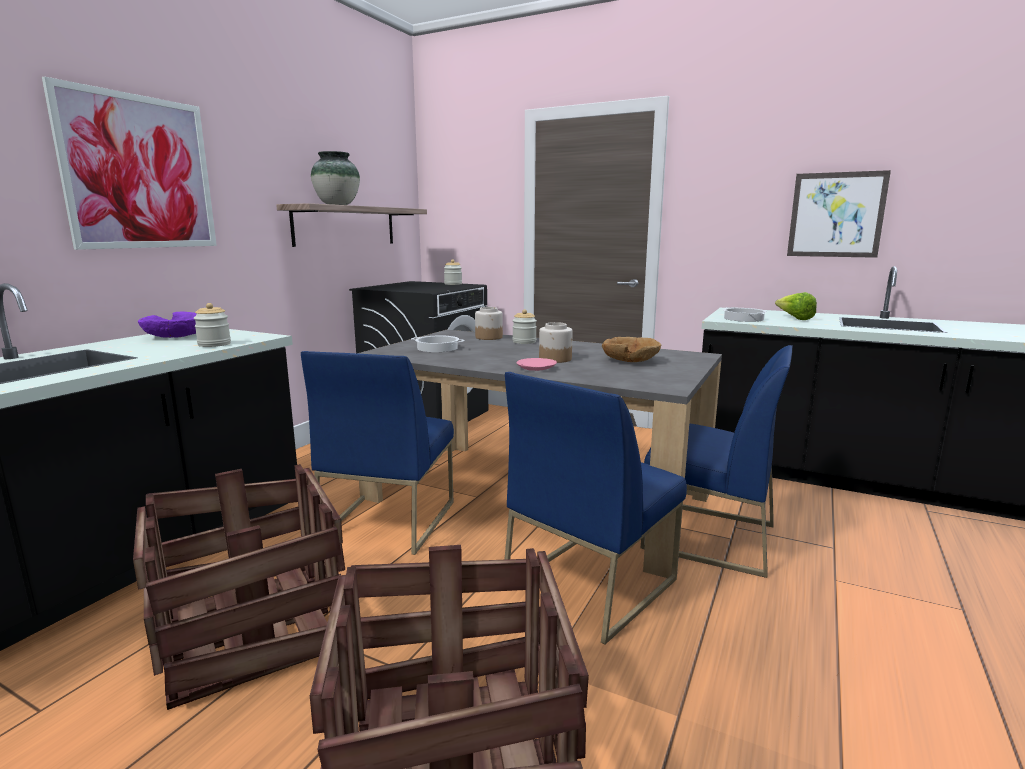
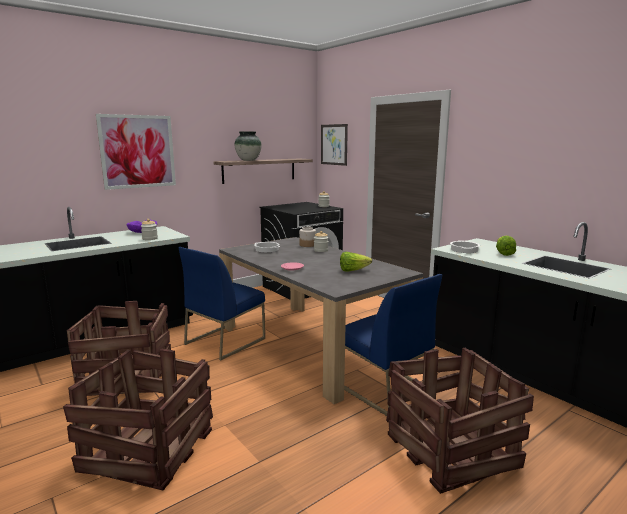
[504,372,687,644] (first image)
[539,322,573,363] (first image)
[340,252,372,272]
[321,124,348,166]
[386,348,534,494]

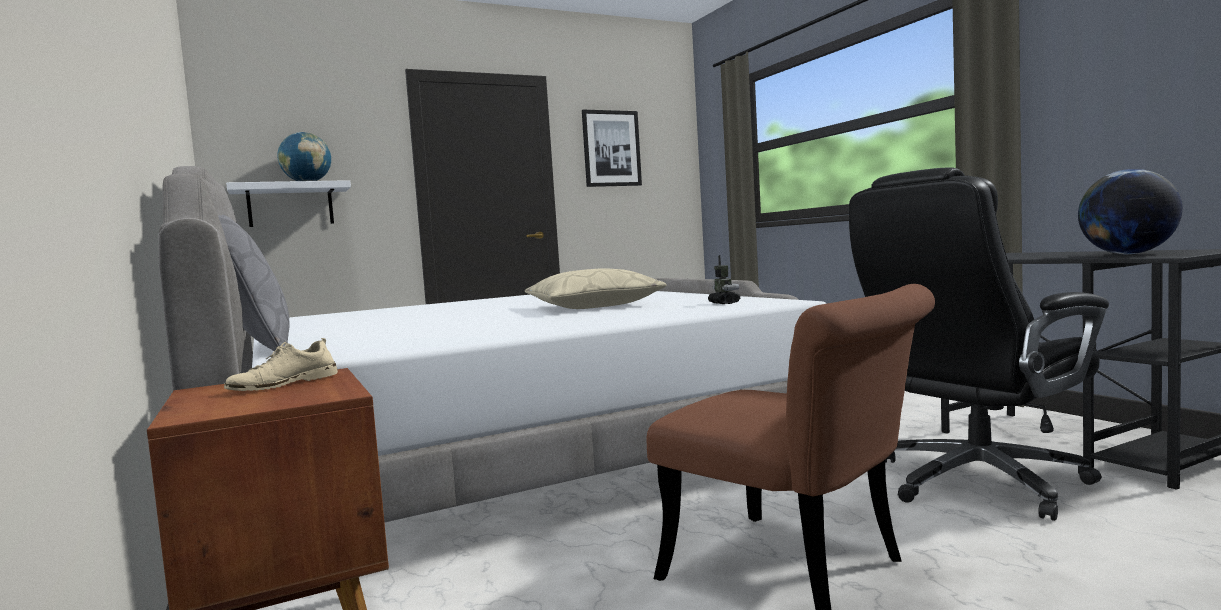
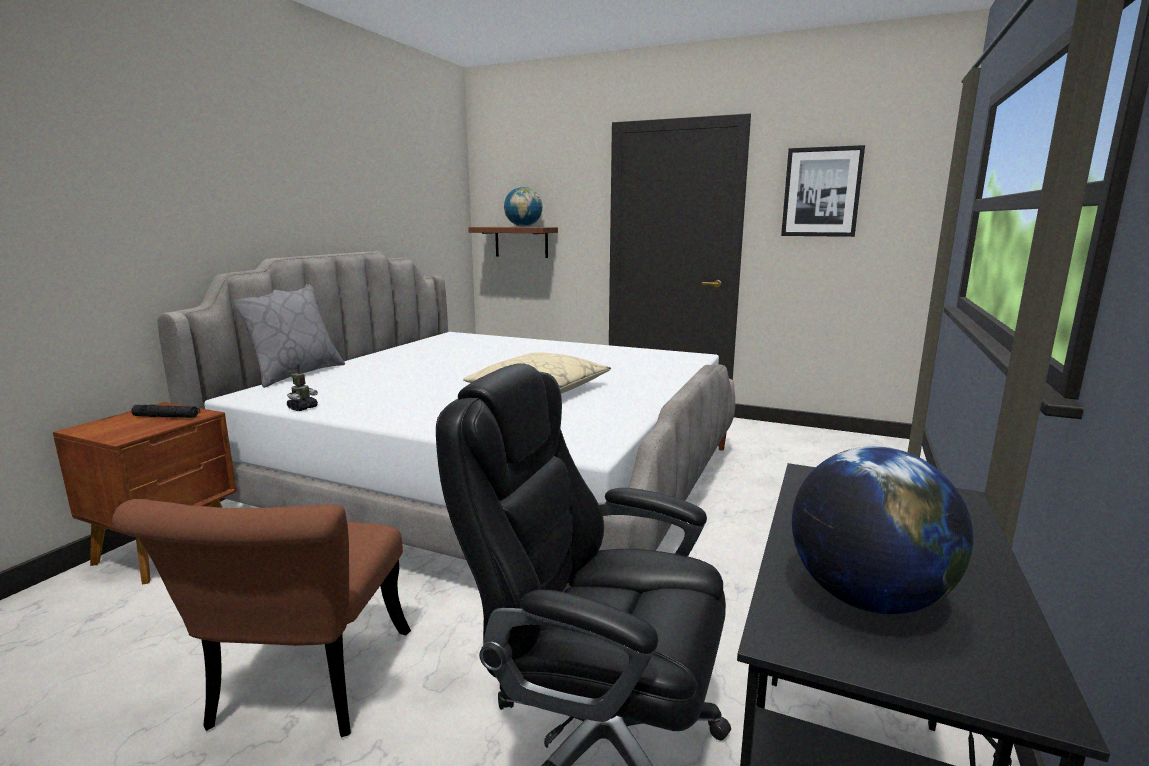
[131,405,200,418]
[468,227,558,258]
[287,364,318,411]

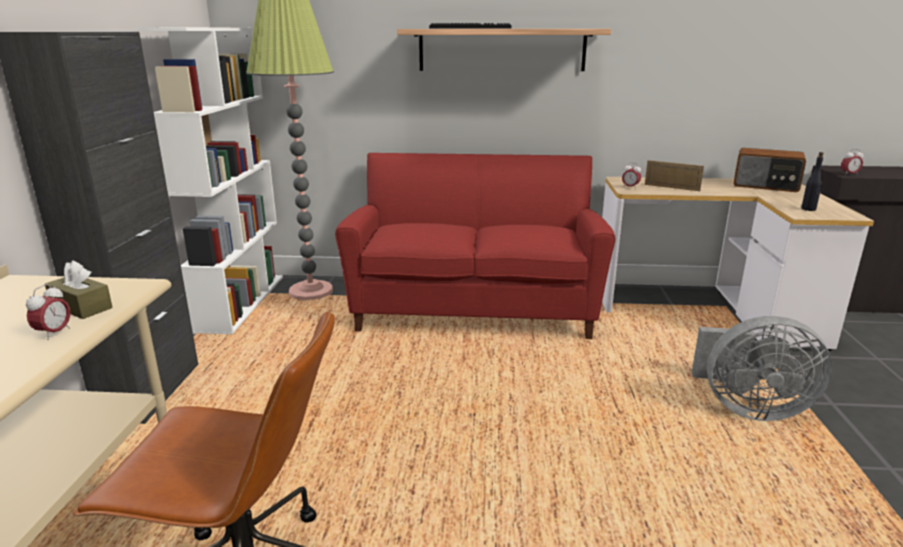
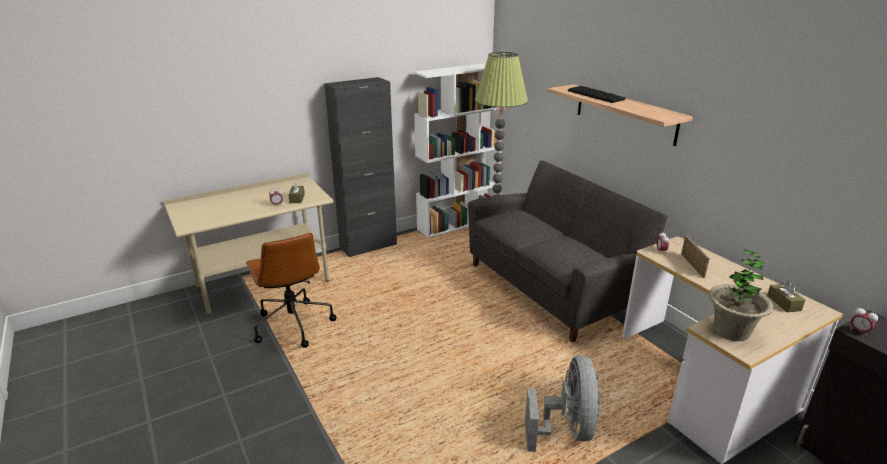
[468,160,668,342]
[525,356,601,452]
[767,281,805,313]
[709,250,773,341]

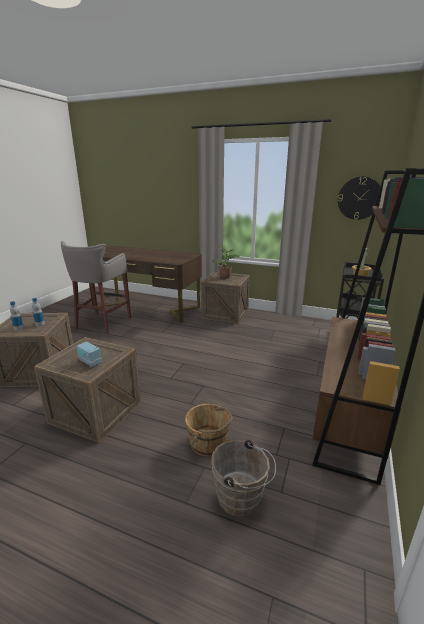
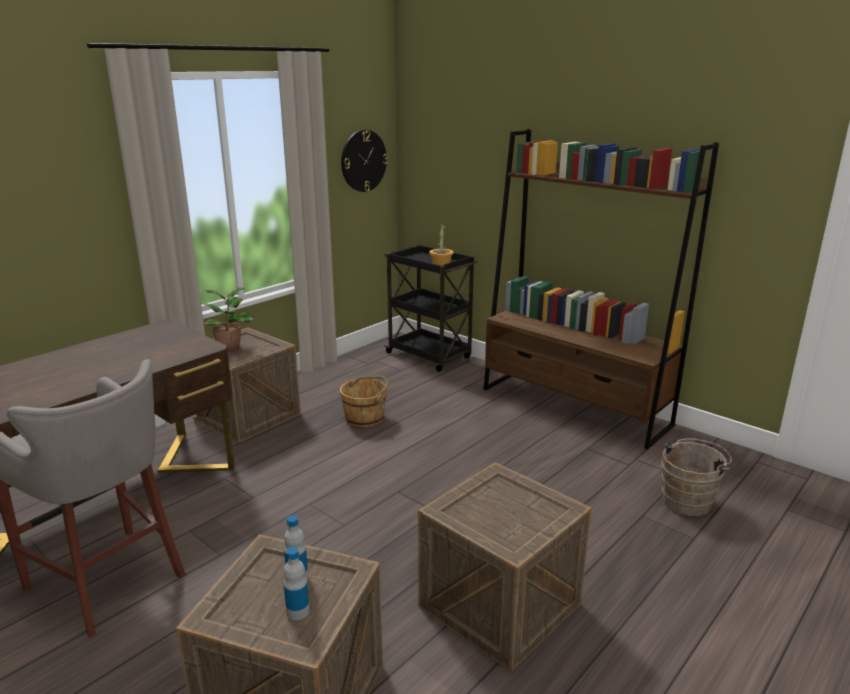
[76,339,102,367] (first image)
[340,376,388,427]

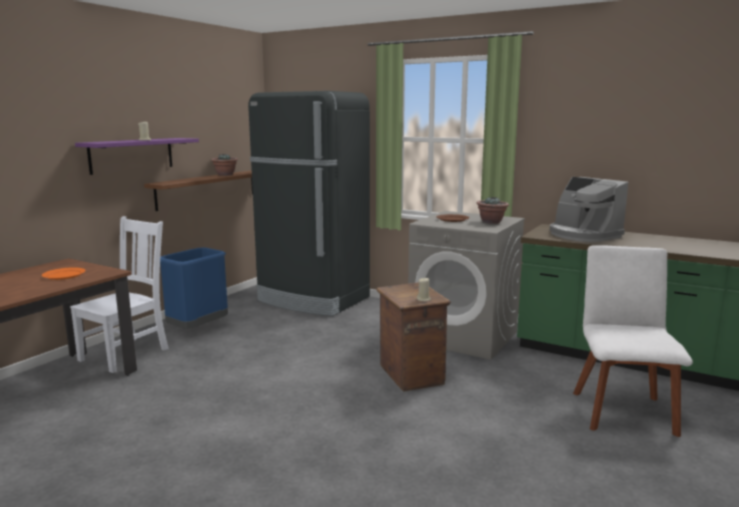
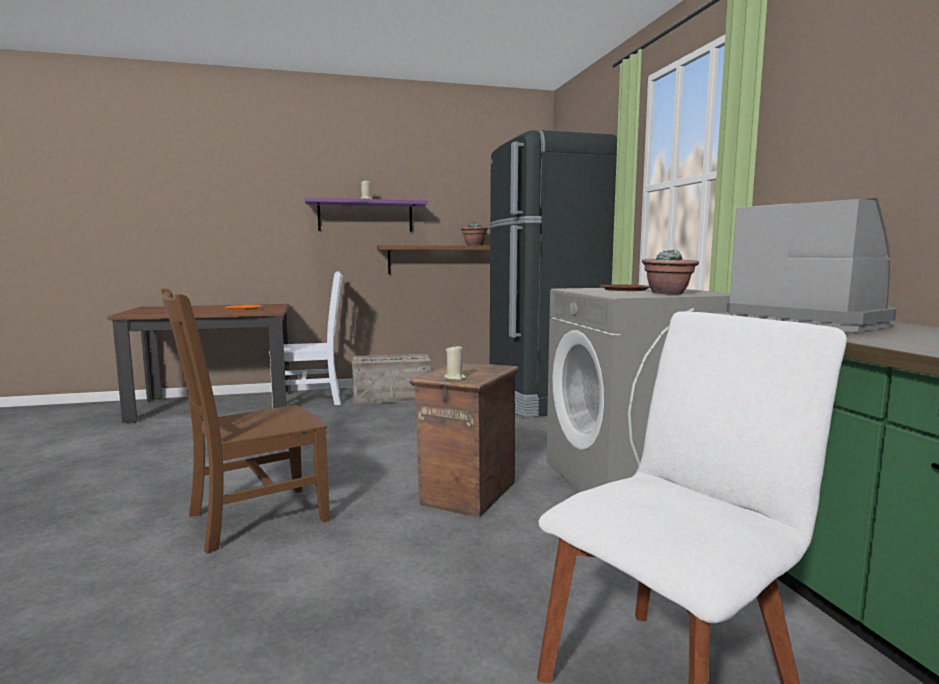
[352,354,431,405]
[726,198,896,332]
[161,288,330,554]

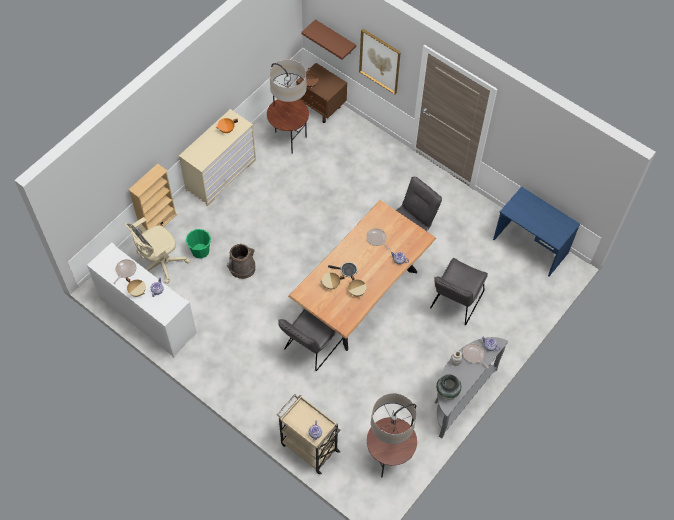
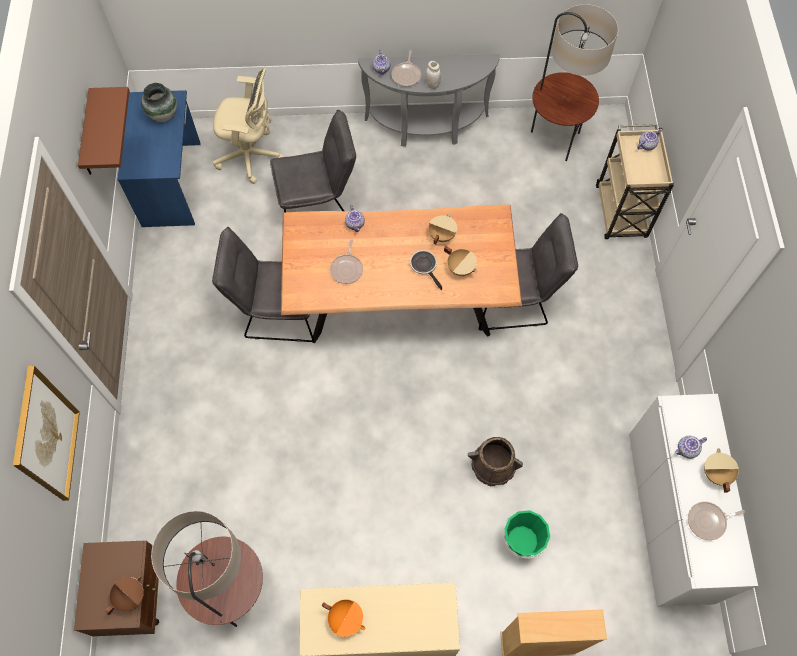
[213,68,284,184]
[78,87,130,175]
[141,83,177,122]

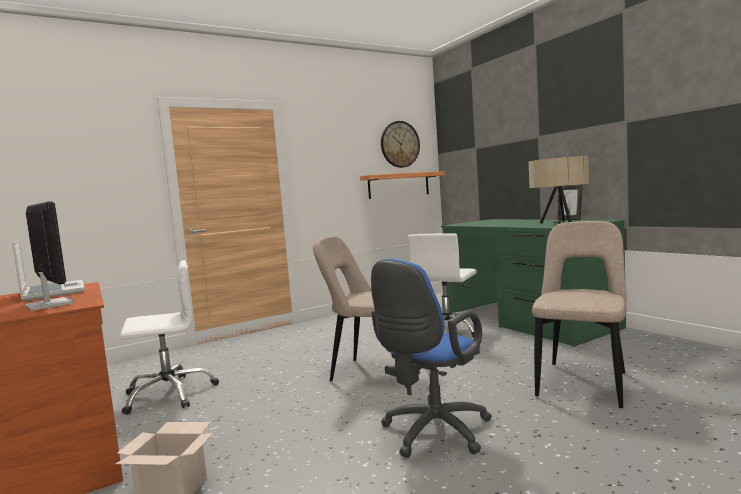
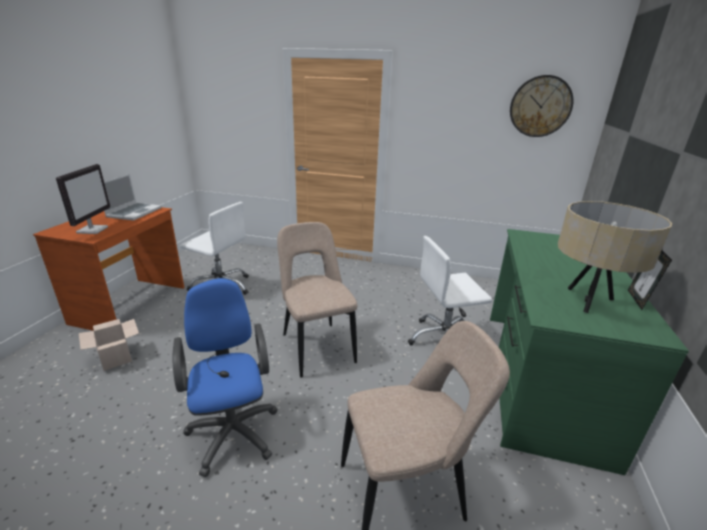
[360,171,445,199] (first image)
[173,278,278,477]

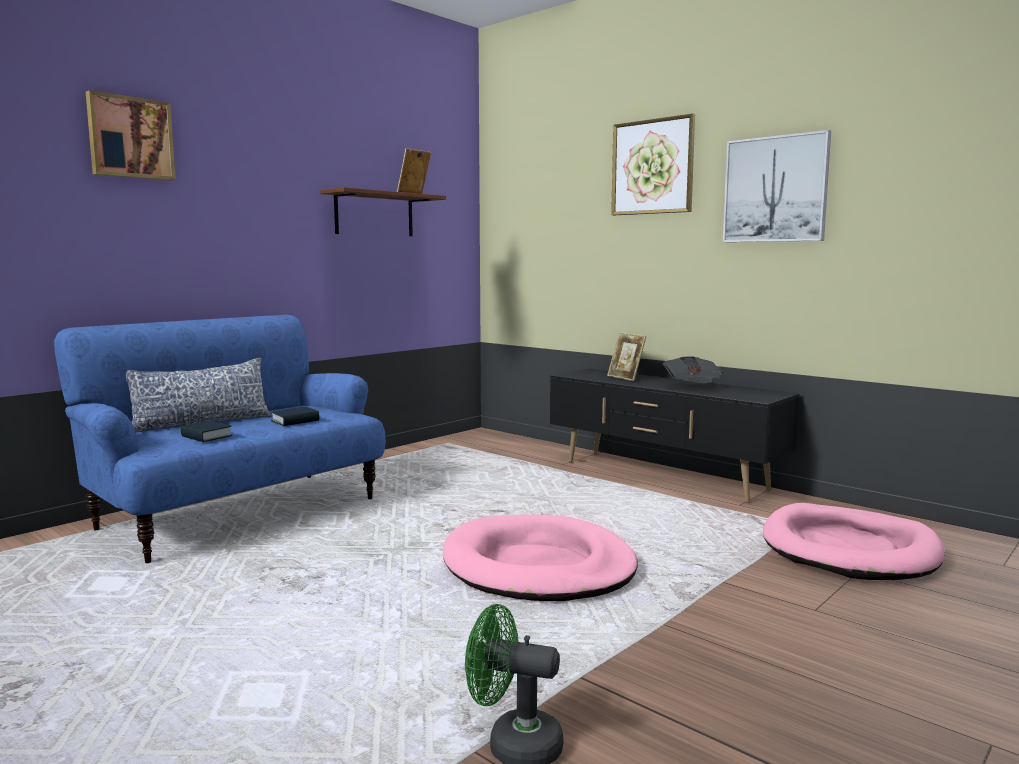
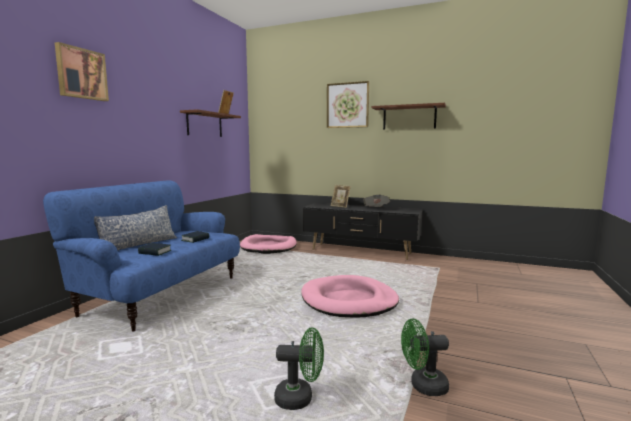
[372,103,446,130]
[240,234,297,254]
[274,327,324,410]

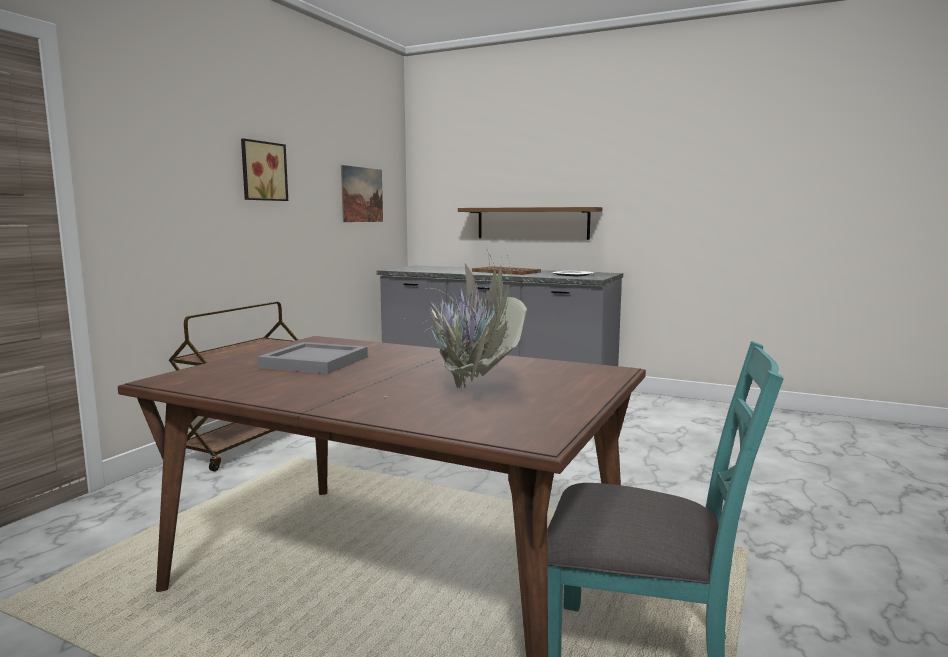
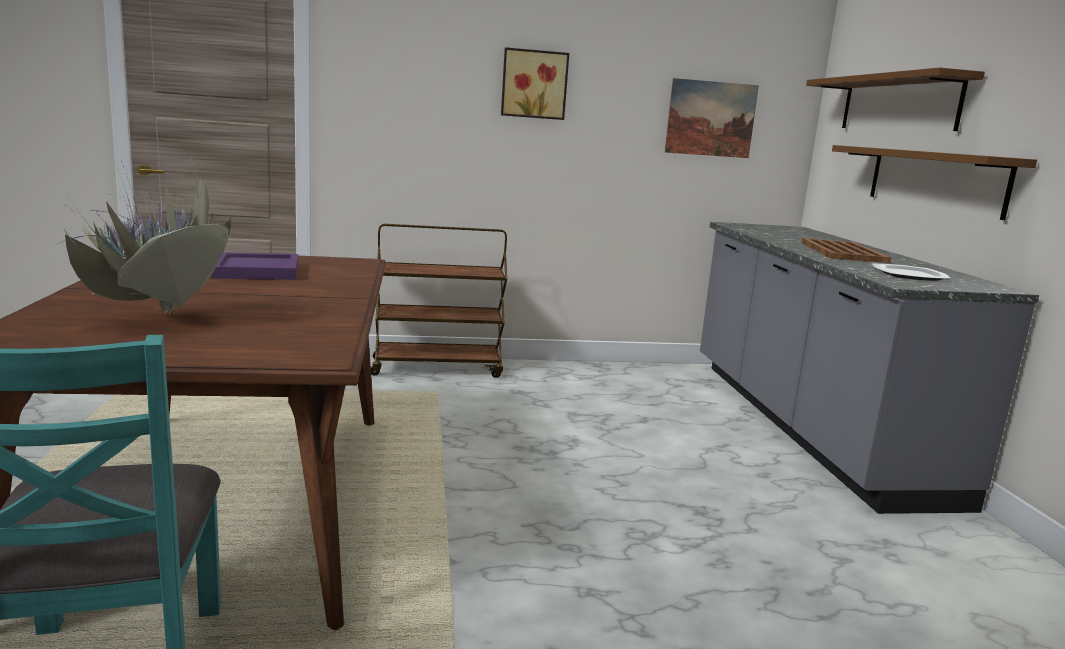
[210,252,298,280]
[806,67,985,131]

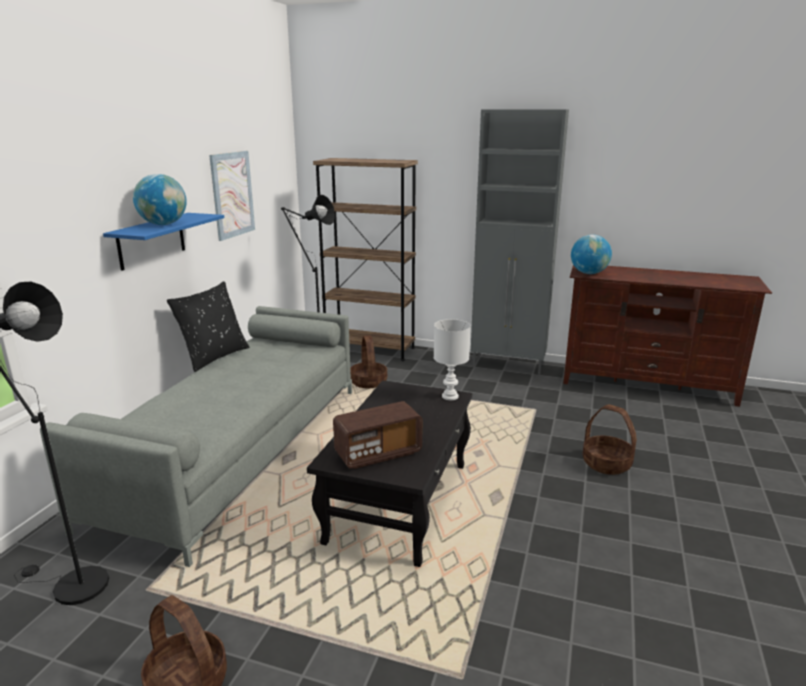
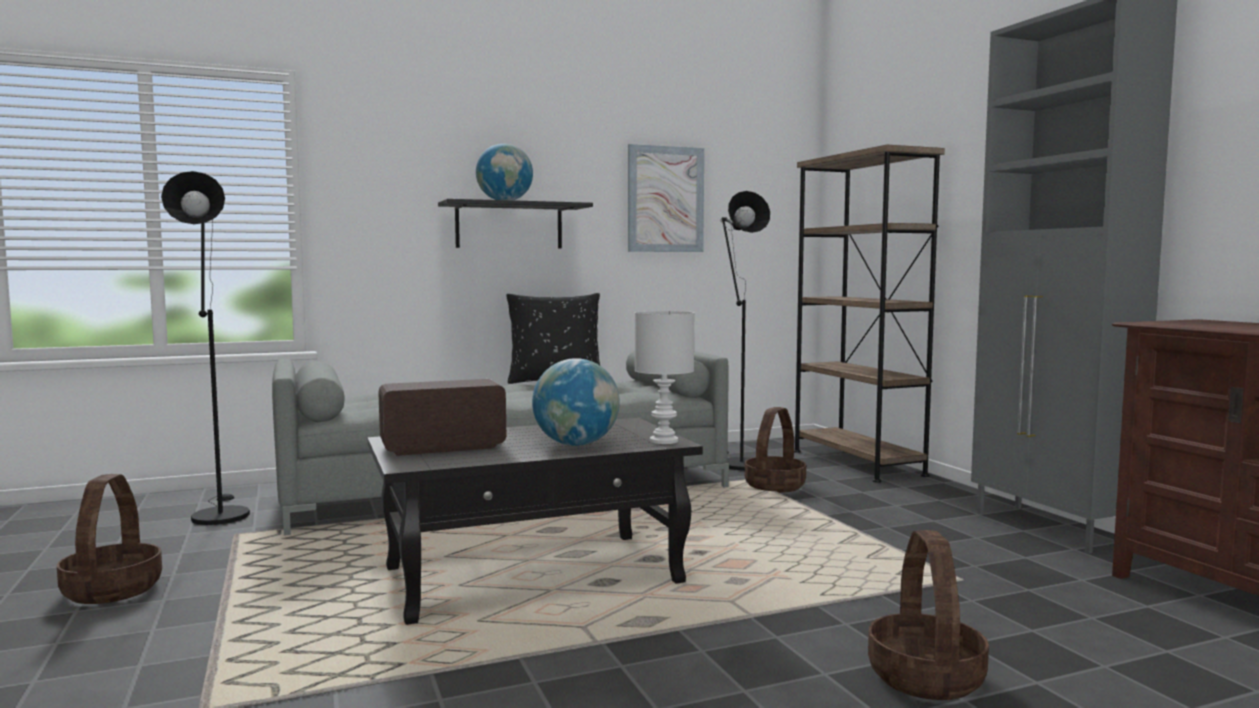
[438,199,593,248]
[378,379,506,456]
[532,358,620,446]

